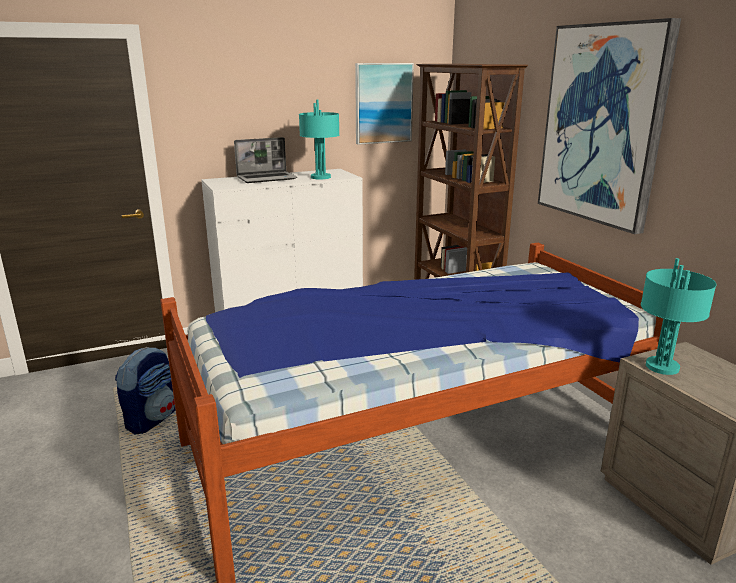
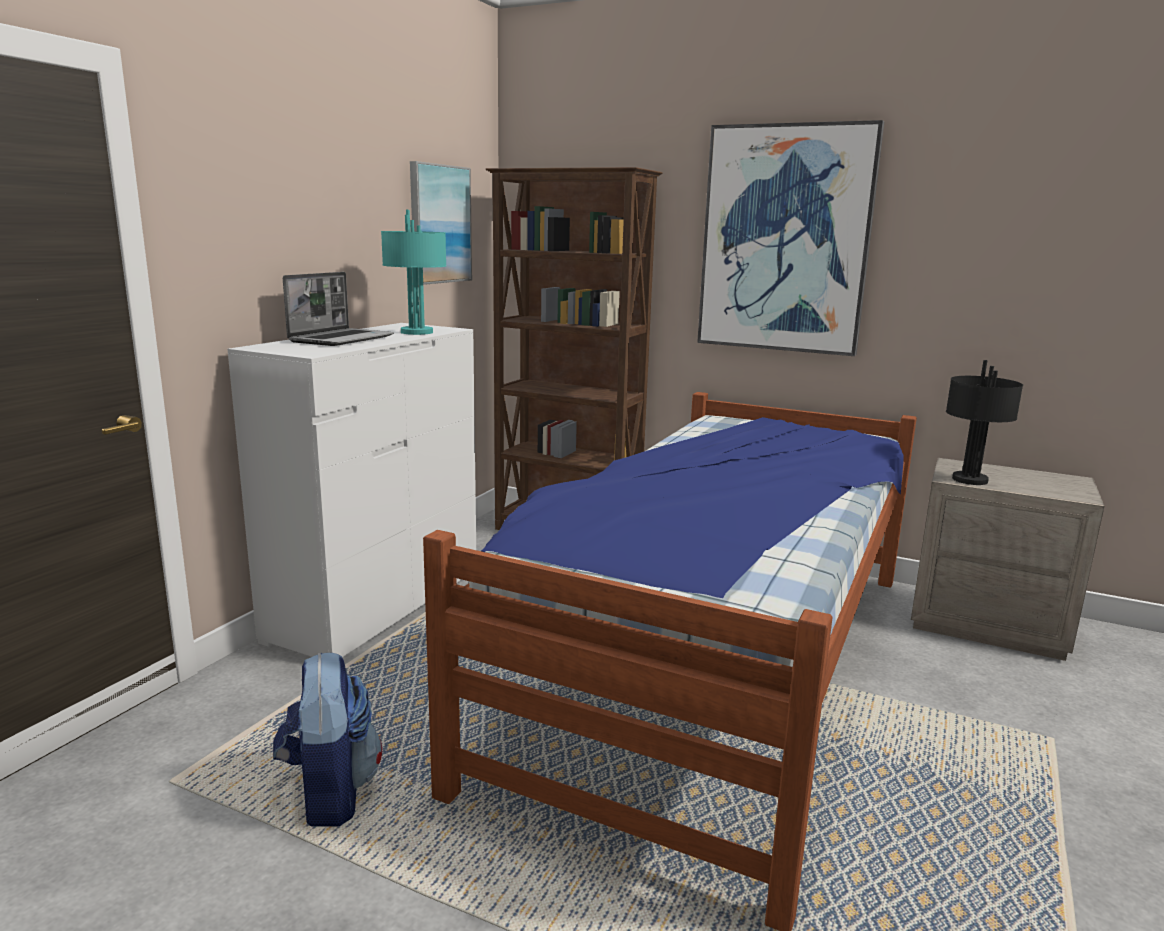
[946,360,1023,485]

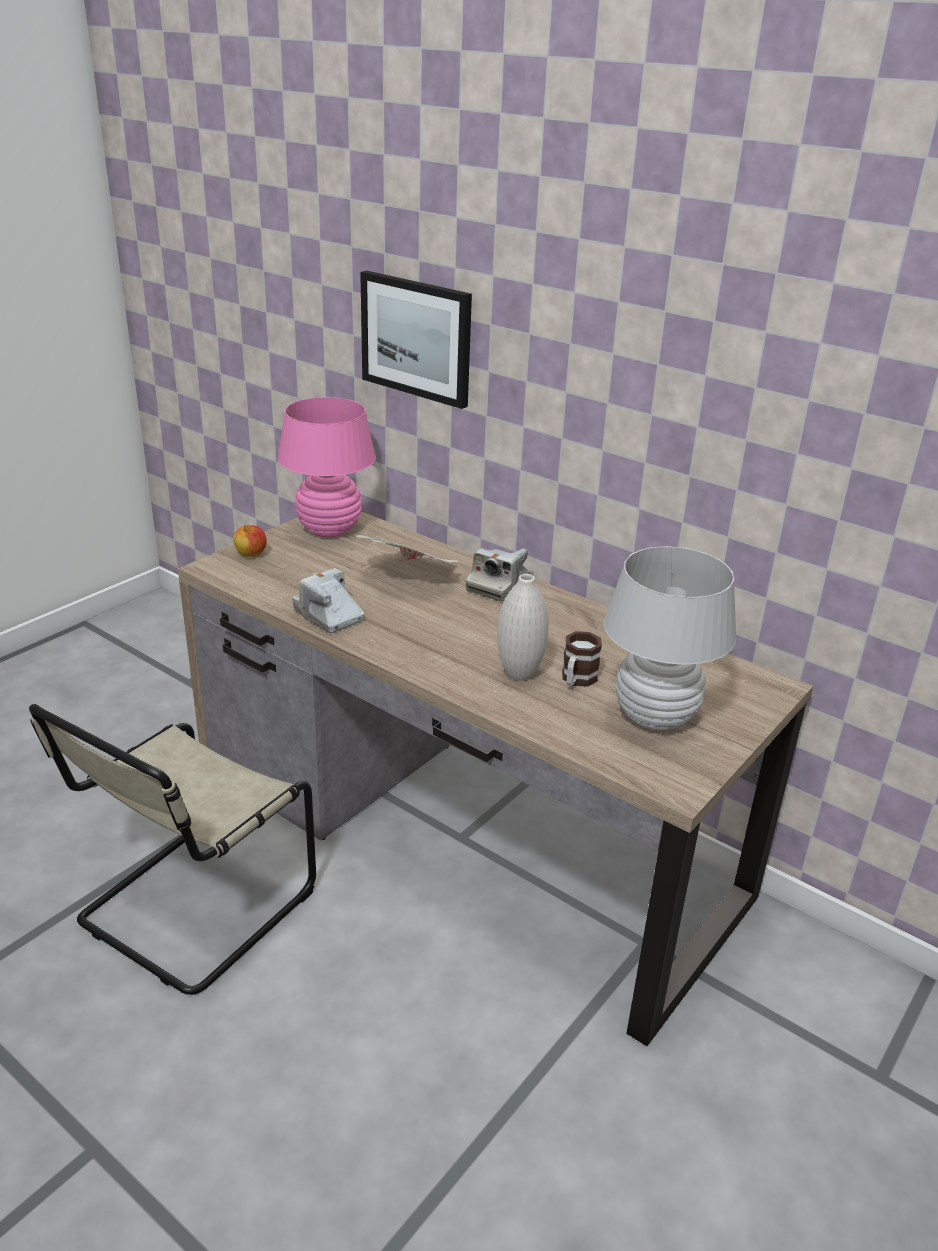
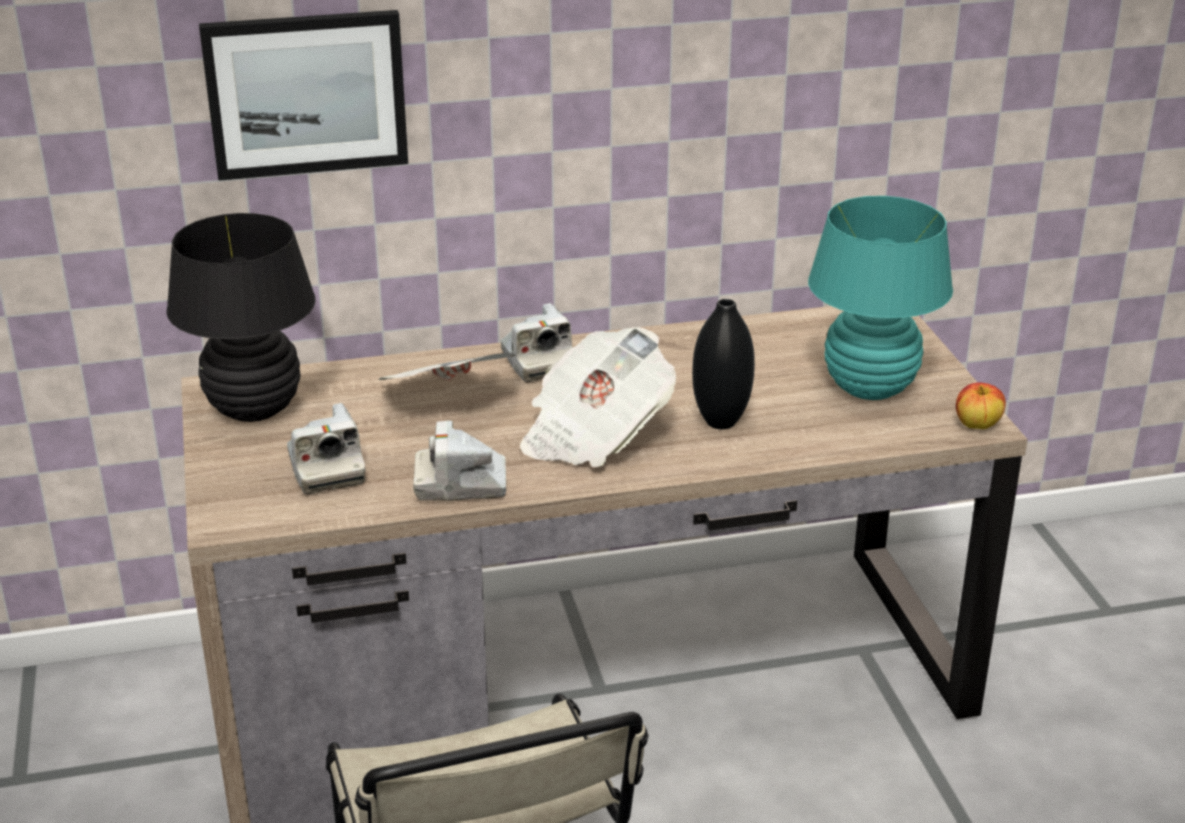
[956,382,1006,429]
[166,213,316,422]
[692,299,755,429]
[562,631,602,687] (first image)
[808,196,953,400]
[287,403,366,494]
[520,327,676,467]

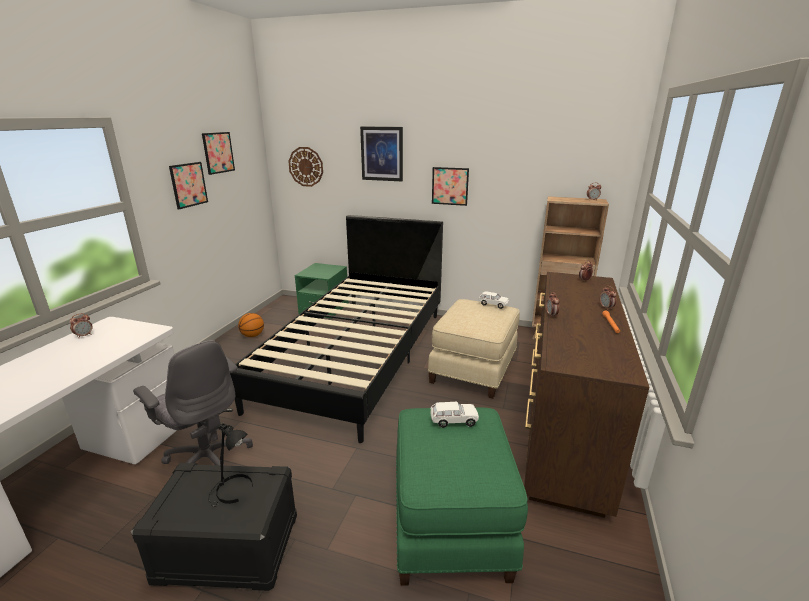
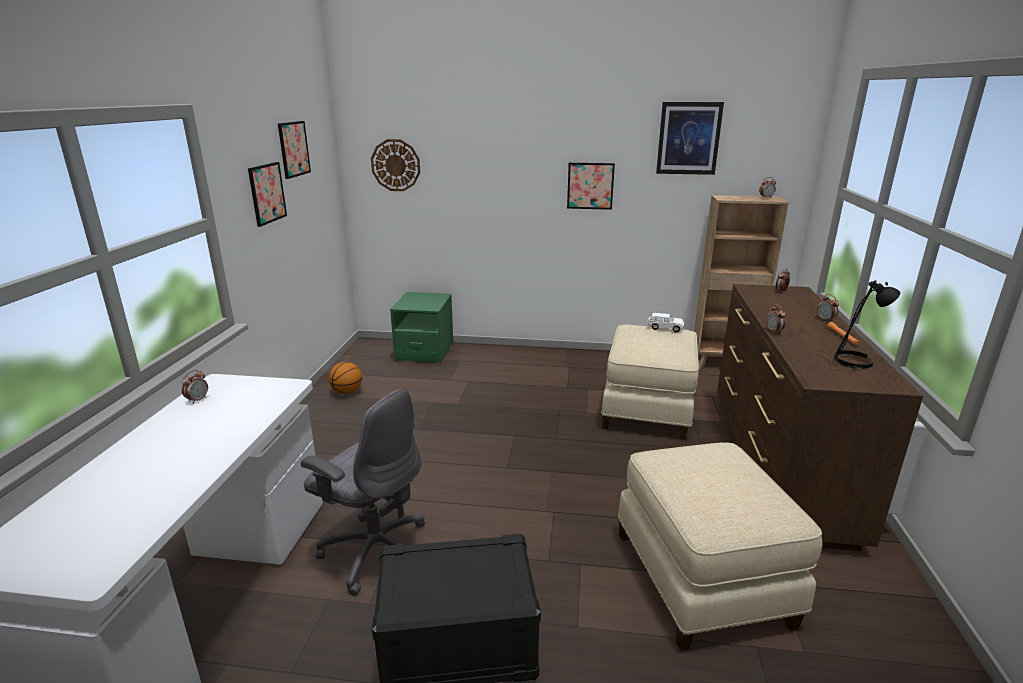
[834,280,900,370]
[230,215,443,443] (first image)
[656,102,724,175]
[617,442,823,651]
[430,402,479,428] (first image)

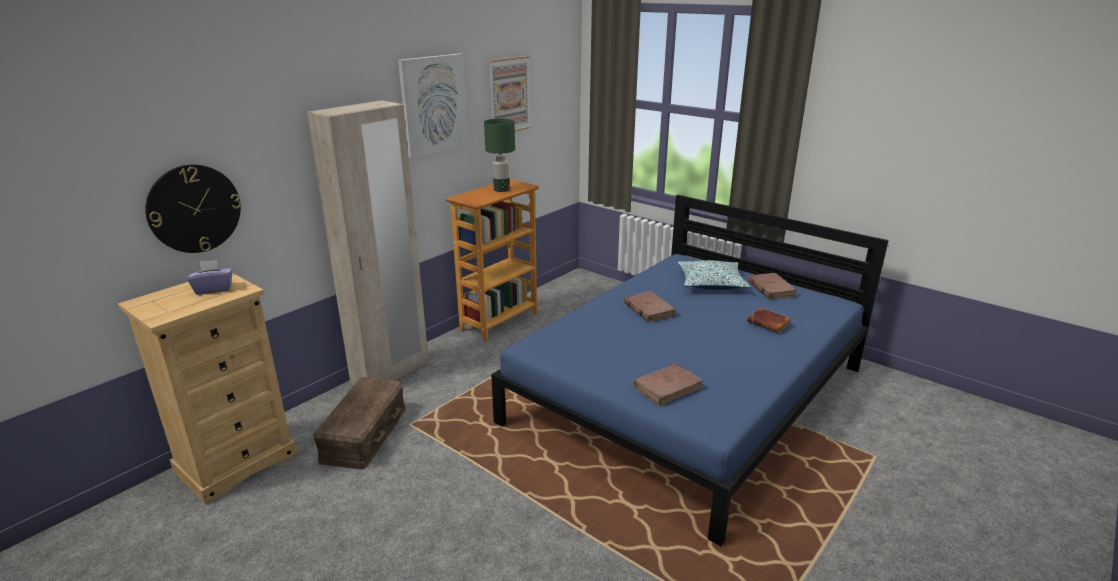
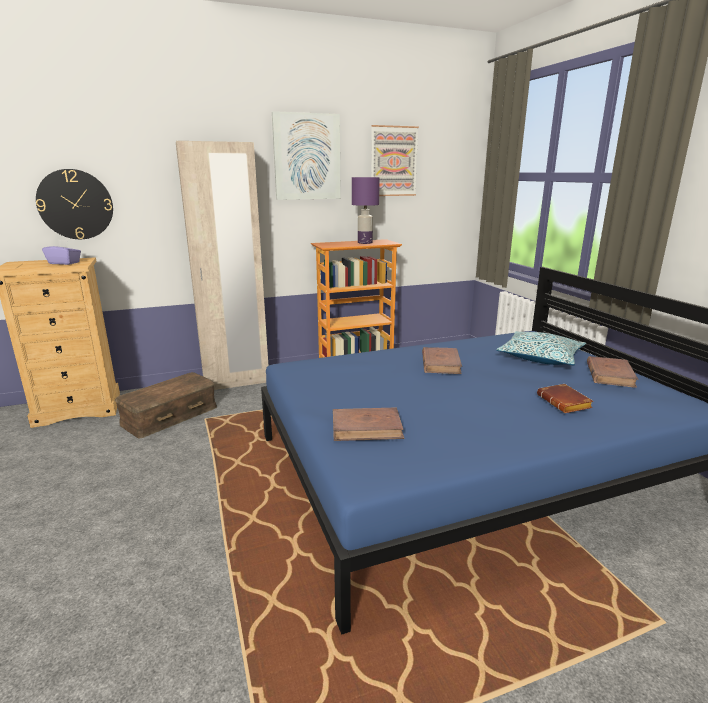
[352,177,380,244]

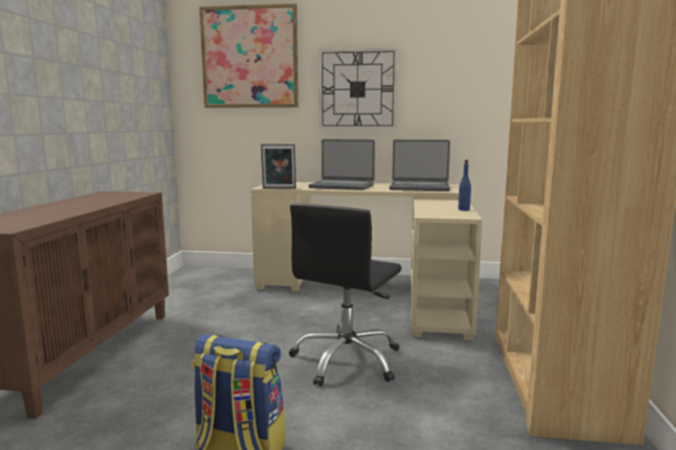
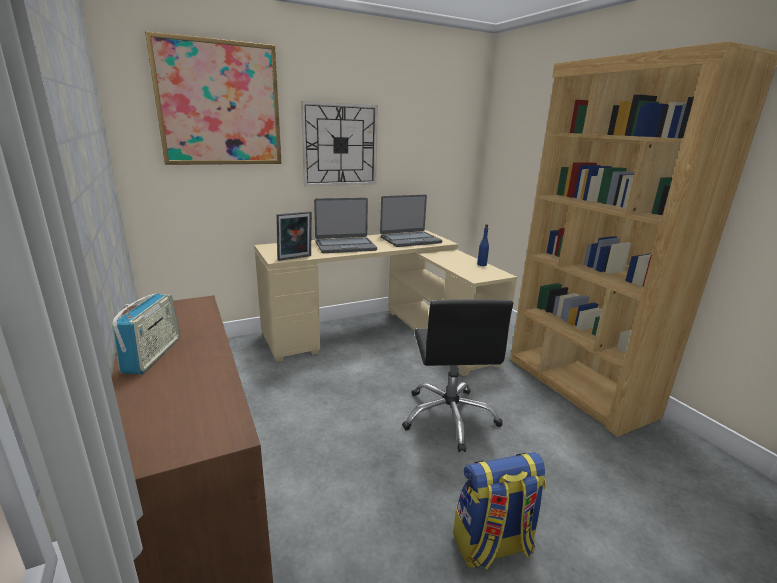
[112,293,180,375]

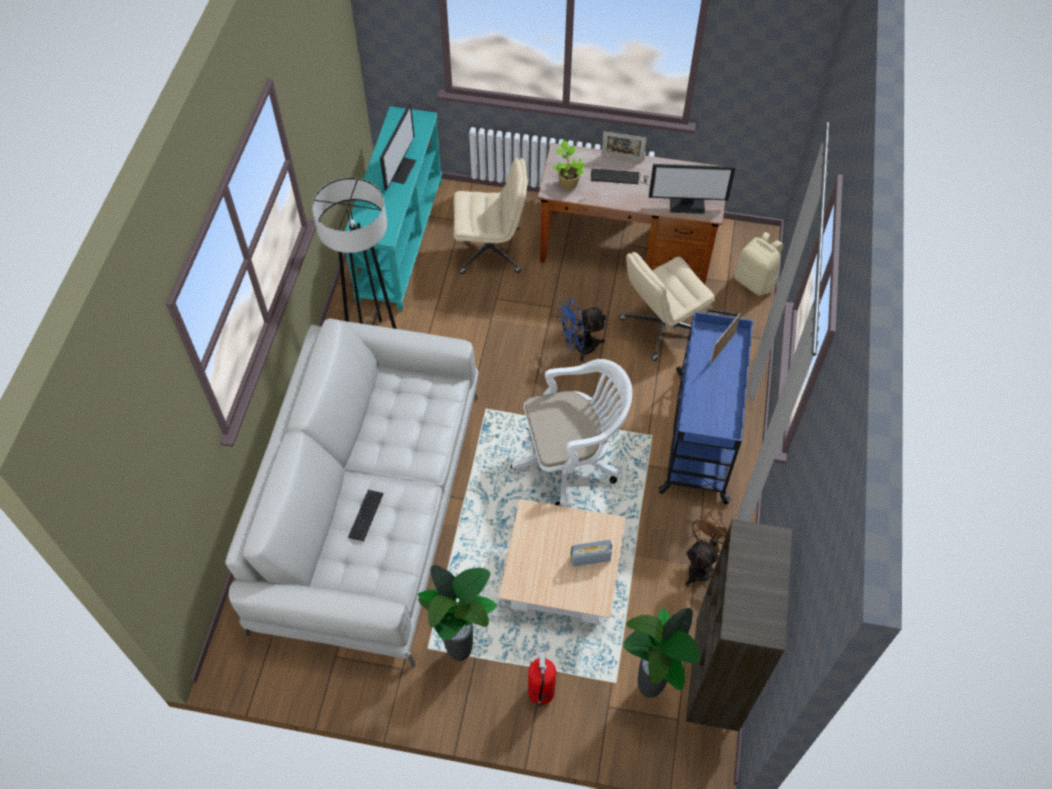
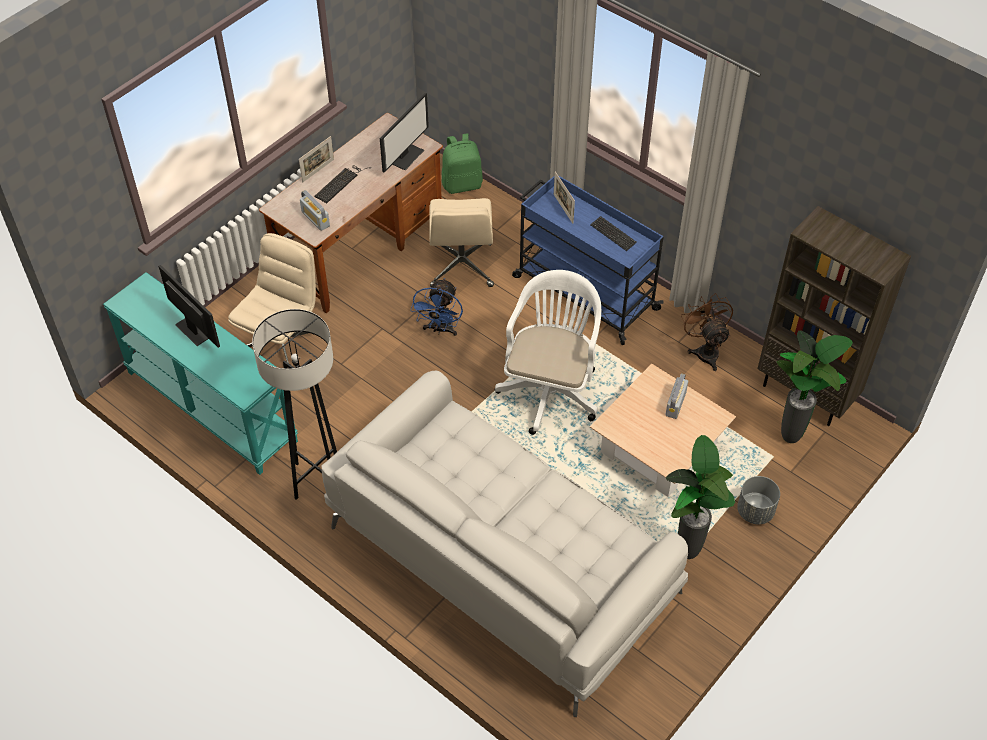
[590,216,636,251]
[737,476,780,524]
[300,190,330,231]
[442,133,483,194]

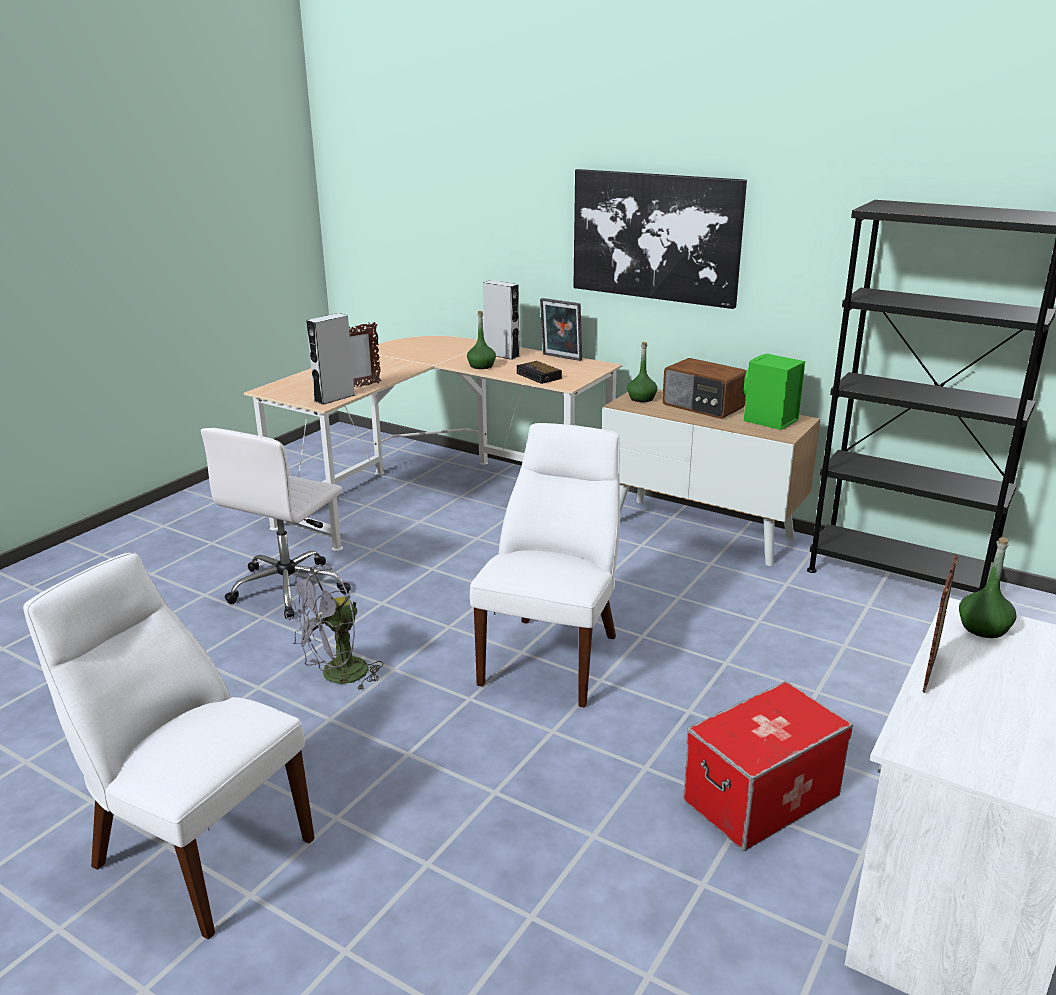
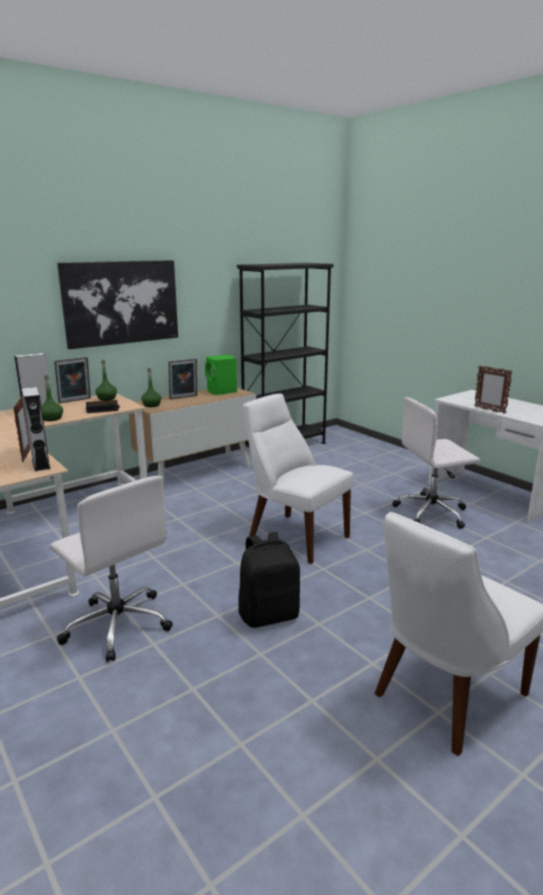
[238,532,300,628]
[168,359,197,399]
[392,397,480,529]
[96,359,117,401]

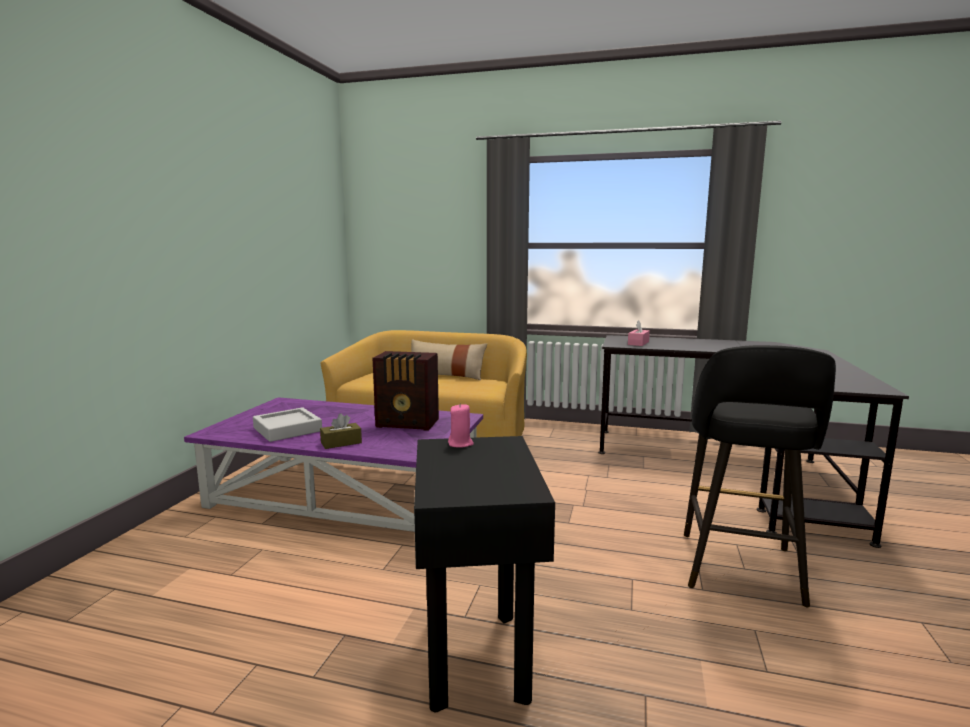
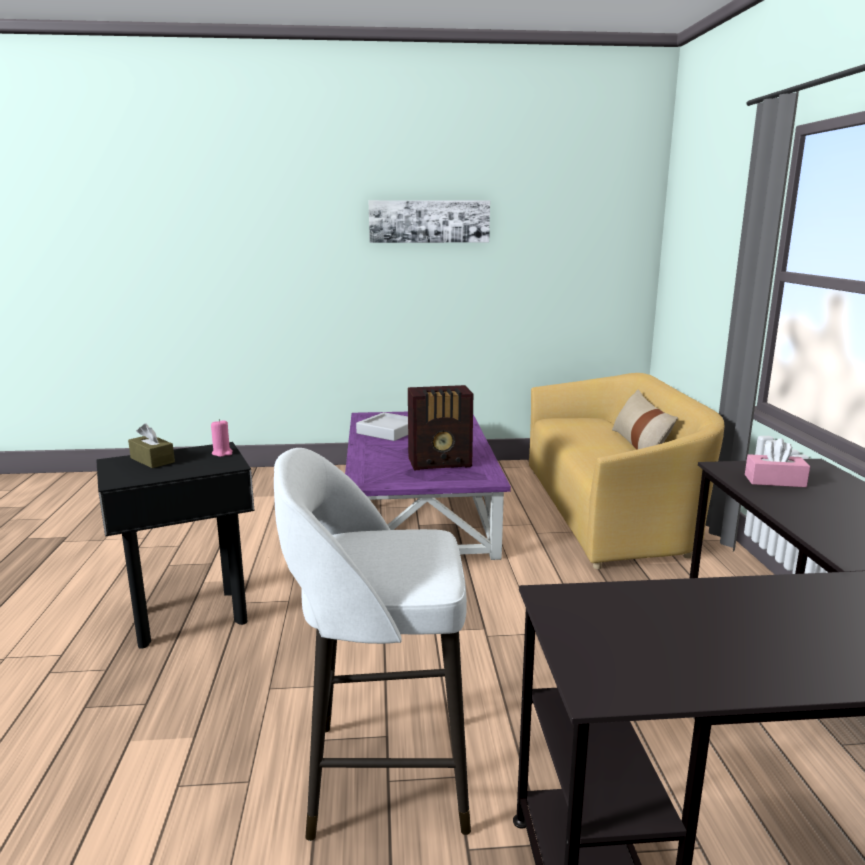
[128,423,175,468]
[408,385,473,471]
[274,448,471,841]
[369,200,490,243]

